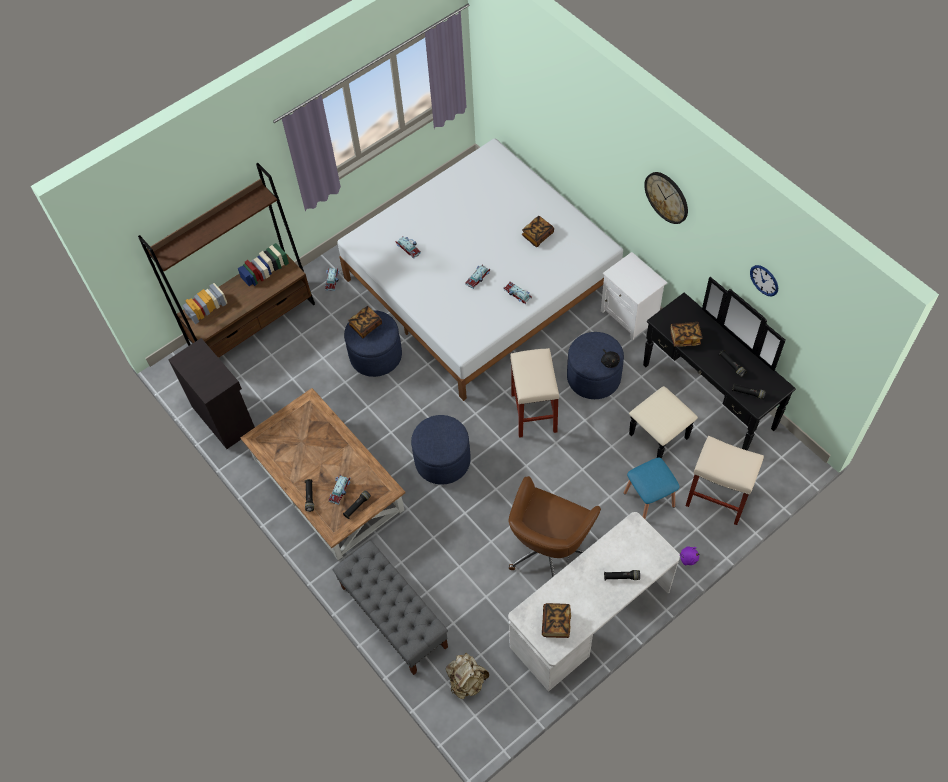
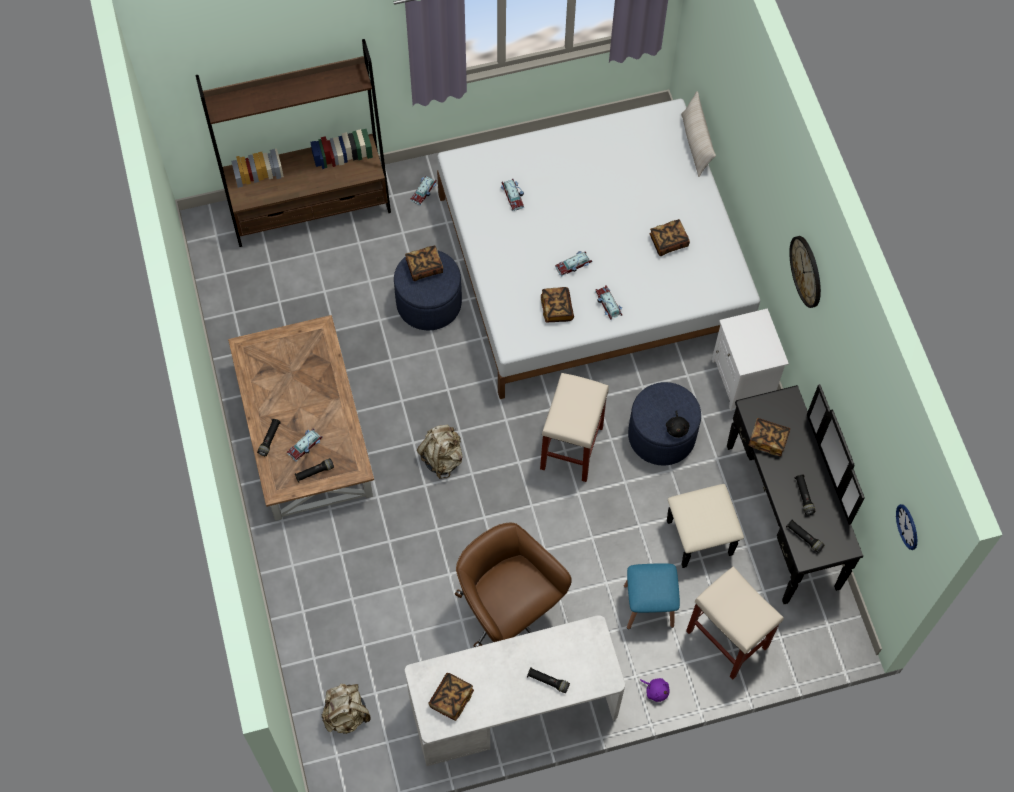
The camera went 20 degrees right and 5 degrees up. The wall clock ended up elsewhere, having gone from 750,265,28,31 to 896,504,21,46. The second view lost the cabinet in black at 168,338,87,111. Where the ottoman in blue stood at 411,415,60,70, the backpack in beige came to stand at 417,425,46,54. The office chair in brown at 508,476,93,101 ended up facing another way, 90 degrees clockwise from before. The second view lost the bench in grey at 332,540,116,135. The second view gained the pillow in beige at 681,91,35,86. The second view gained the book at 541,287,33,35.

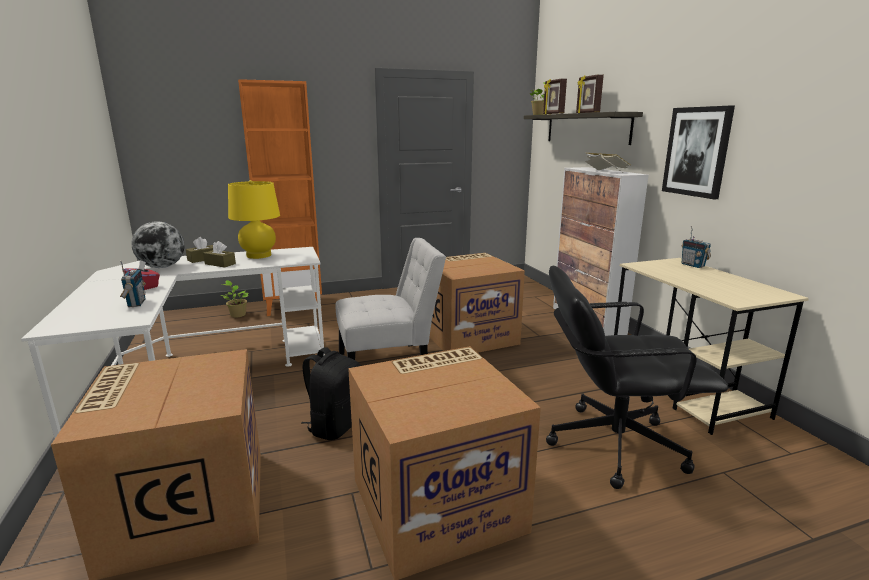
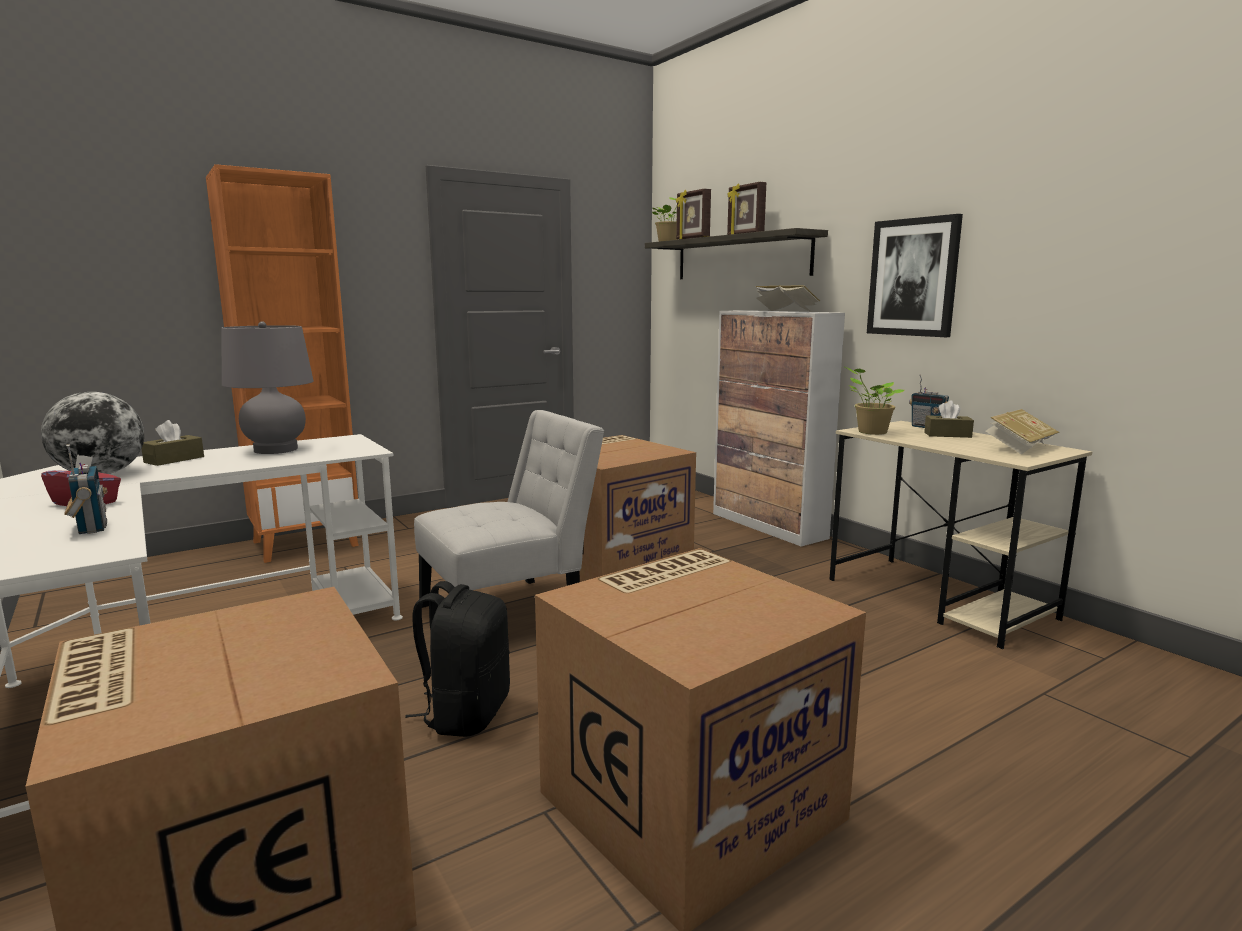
The camera went 15 degrees left and 5 degrees down. What was the table lamp in yellow at 228,180,52,79 turned into the table lamp in grey at 222,321,91,133. The tissue box in brown ended up elsewhere, having gone from 203,241,33,26 to 924,400,50,38. The second view lost the office chair in black at 546,265,182,224. The potted plant ended up elsewhere, having gone from 220,280,29,37 to 845,367,59,68. The second view gained the book at 986,409,73,45.

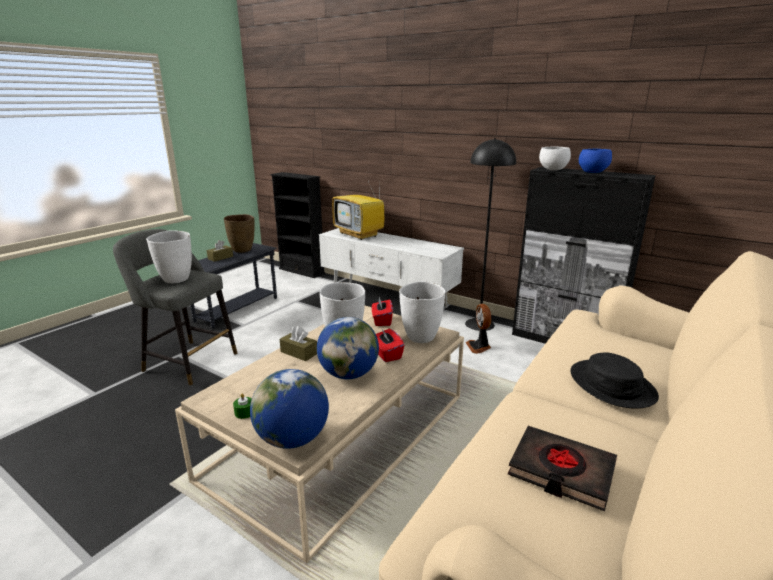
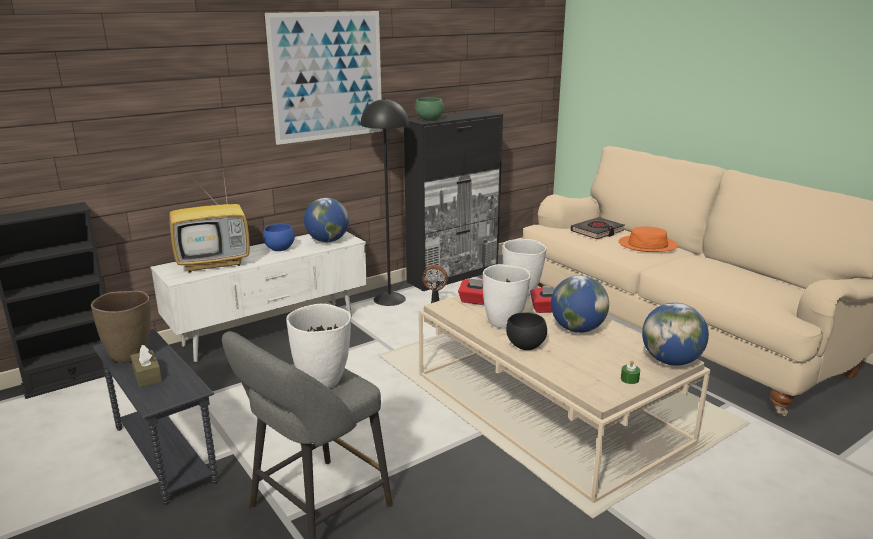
The camera went 70 degrees left and 0 degrees up. What was the bowl in white at 539,147,32,24 turned into the bowl in green at 415,97,29,24. The bowl in blue ended up elsewhere, having gone from 579,149,33,24 to 263,224,32,27. Where the tissue box in brown stood at 280,326,37,35, the bowl in black came to stand at 506,312,41,38. What was the hat in black at 570,353,89,56 turned into the hat in orange at 619,226,59,26. The book in black ended up elsewhere, having gone from 508,426,109,85 to 570,217,55,22. The second view gained the picture at 265,11,117,134. The second view gained the globe at 304,198,45,44.

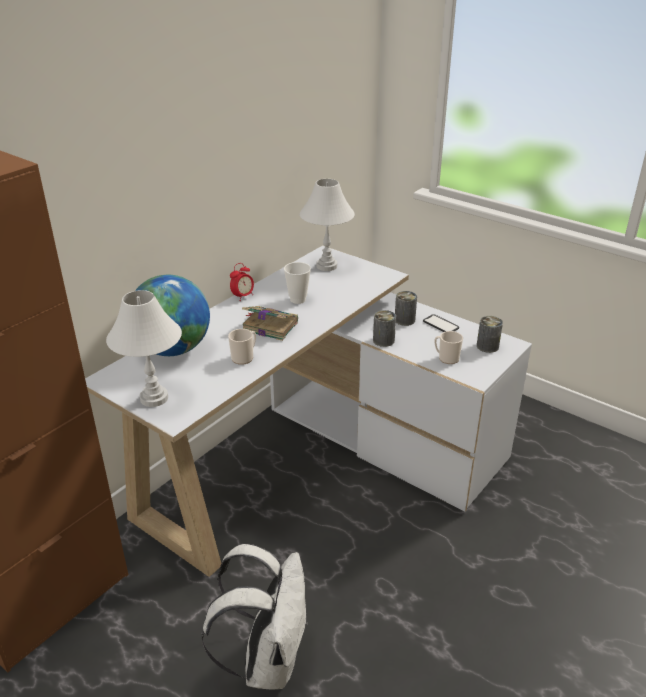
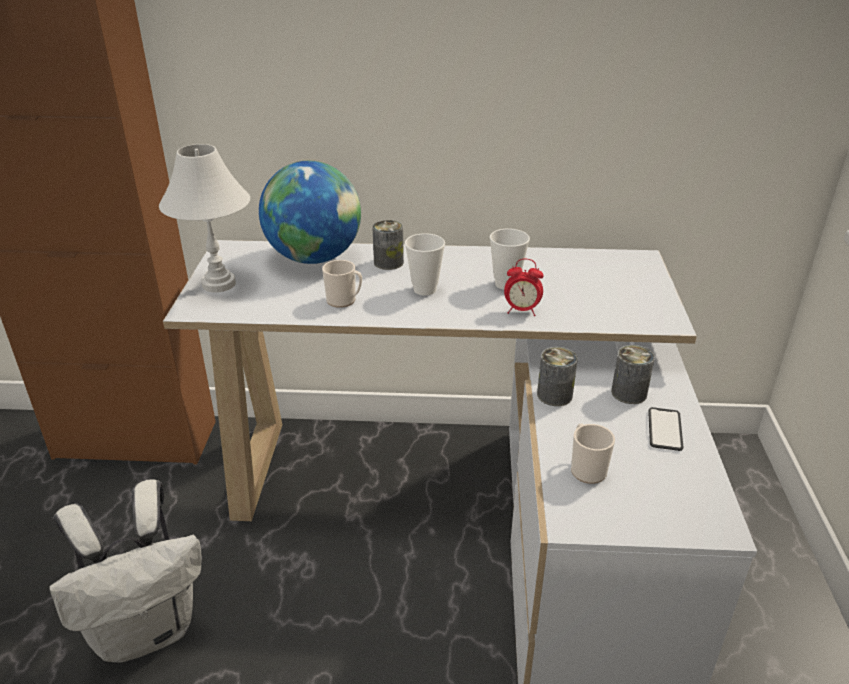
The camera went 55 degrees right and 0 degrees up. The second view lost the table lamp in white at 300,179,55,92. The alarm clock ended up elsewhere, having gone from 230,263,24,38 to 504,259,40,57. Where the book stood at 242,306,56,35, the cup came to stand at 405,233,40,63. The can ended up elsewhere, having gone from 477,316,26,37 to 372,220,32,50.

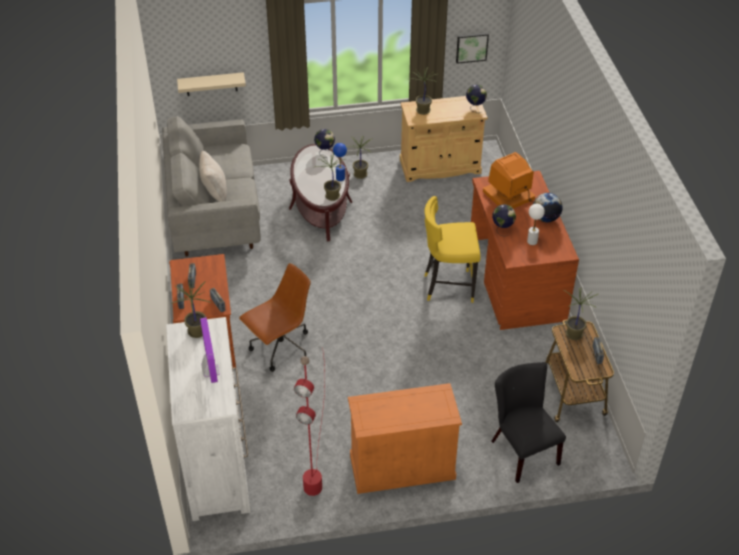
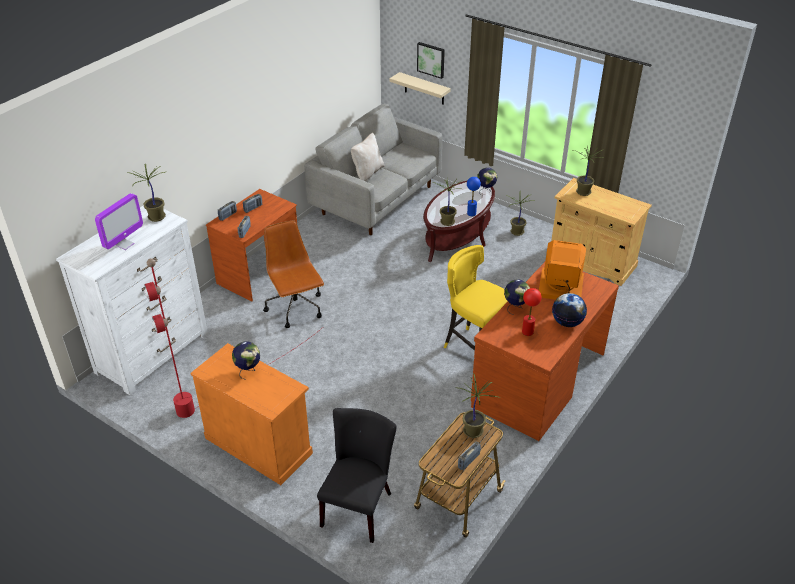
The camera went 45 degrees right and 5 degrees down. The picture ended up elsewhere, having gone from 456,32,33,32 to 417,42,28,37. The globe ended up elsewhere, having gone from 466,84,21,29 to 232,341,28,39. What was the table lamp in white at 527,204,18,41 turned into the table lamp in red at 522,288,19,48. The office chair in brown at 239,263,72,109 ended up facing another way, 120 degrees counterclockwise from before.

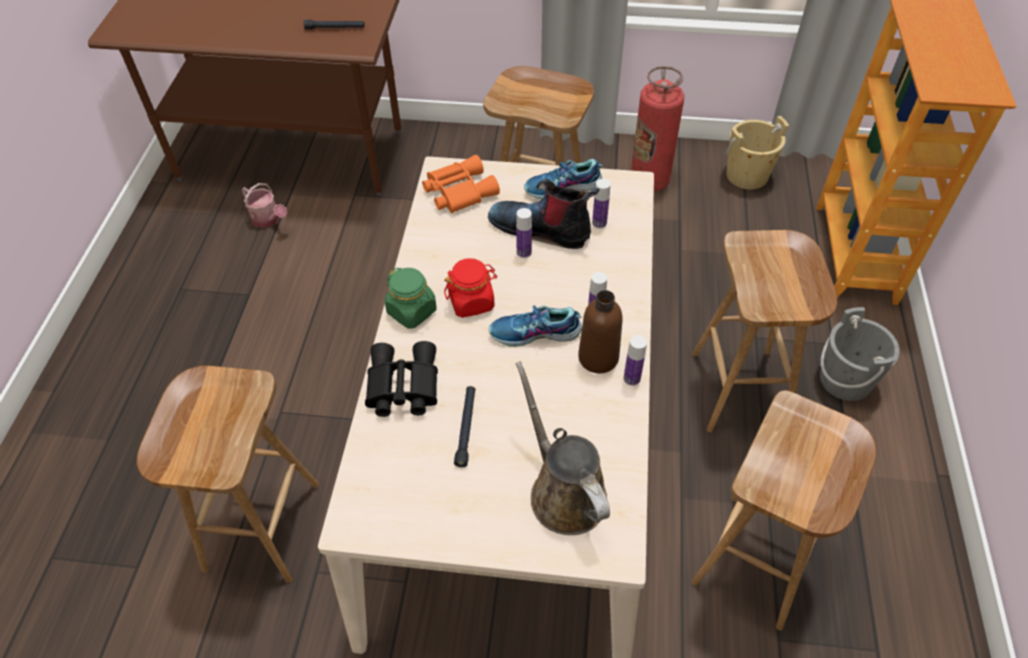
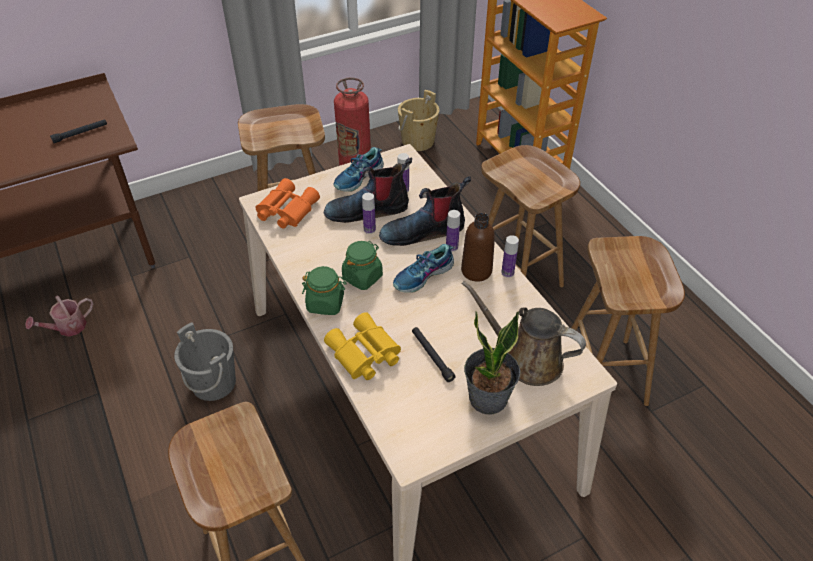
The camera went 35 degrees left and 5 degrees down. The watering can at 242,183,45,45 ended up facing another way, 135 degrees clockwise from before. What was the jar in red at 444,258,53,60 turned into the jar in green at 342,241,41,49. The bucket in grey ended up elsewhere, having gone from 820,307,80,94 to 174,322,62,79. What was the binoculars in black at 365,341,73,76 turned into the binoculars in yellow at 324,312,77,68. The second view gained the boot at 379,176,92,70. The second view gained the potted plant at 464,311,56,103.

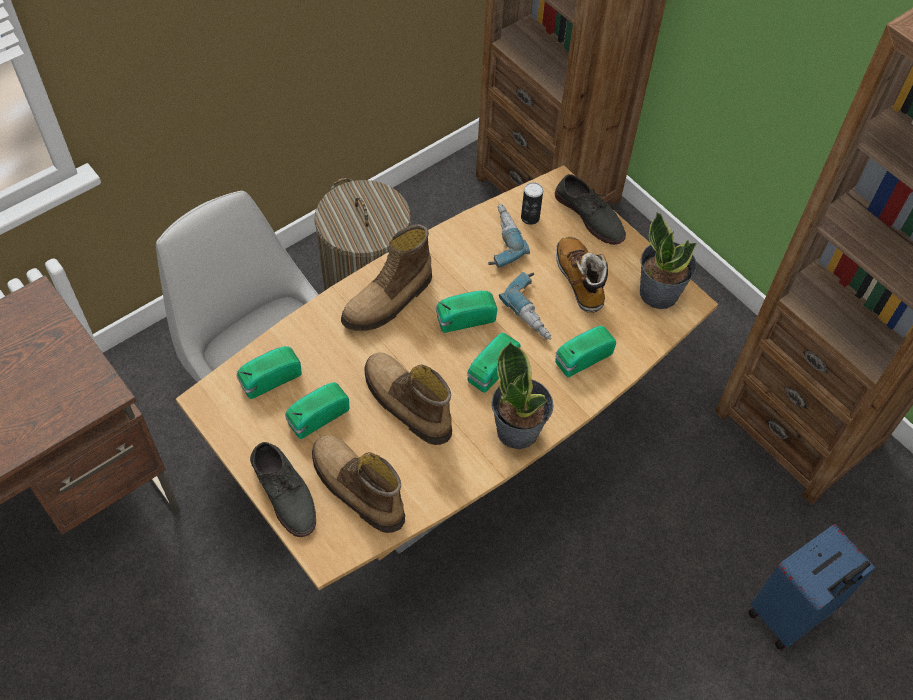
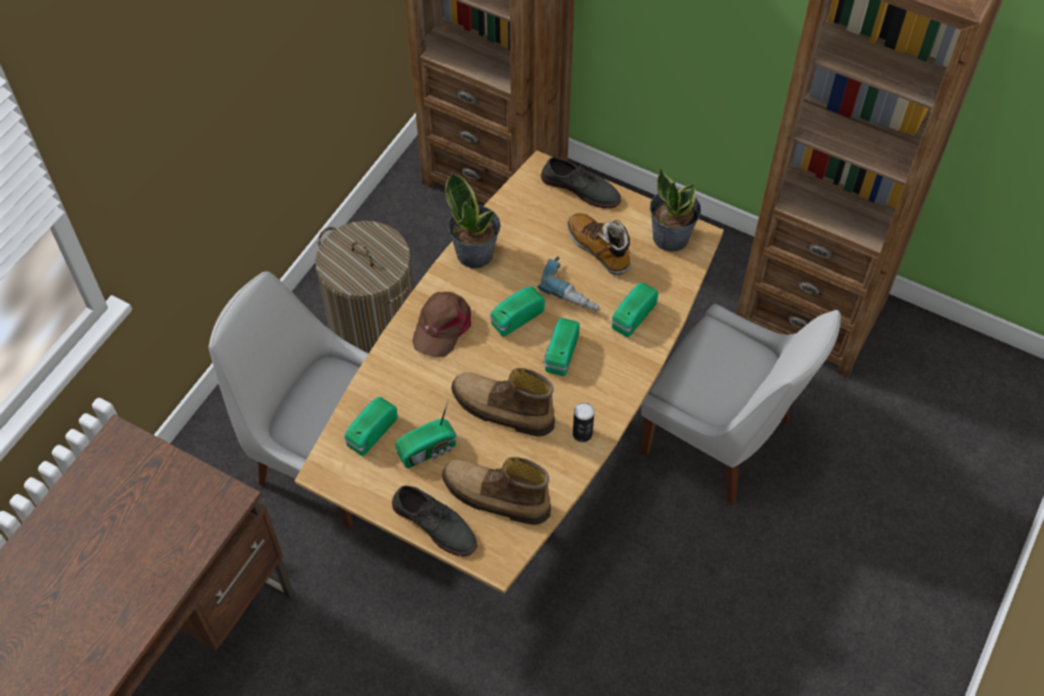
The camera went 20 degrees left and 0 degrees up. The can ended up elsewhere, having gone from 521,182,22,43 to 573,403,21,39. The second view lost the power drill at 488,204,42,64. Where the boot stood at 341,224,91,107, the cap in brown came to stand at 412,292,59,66. The potted plant ended up elsewhere, having gone from 491,342,63,107 to 445,173,56,96. The radio at 285,382,64,57 ended up facing another way, 150 degrees counterclockwise from before. The second view lost the suitcase in blue at 748,524,128,126. The second view gained the chair in white at 641,304,200,201.

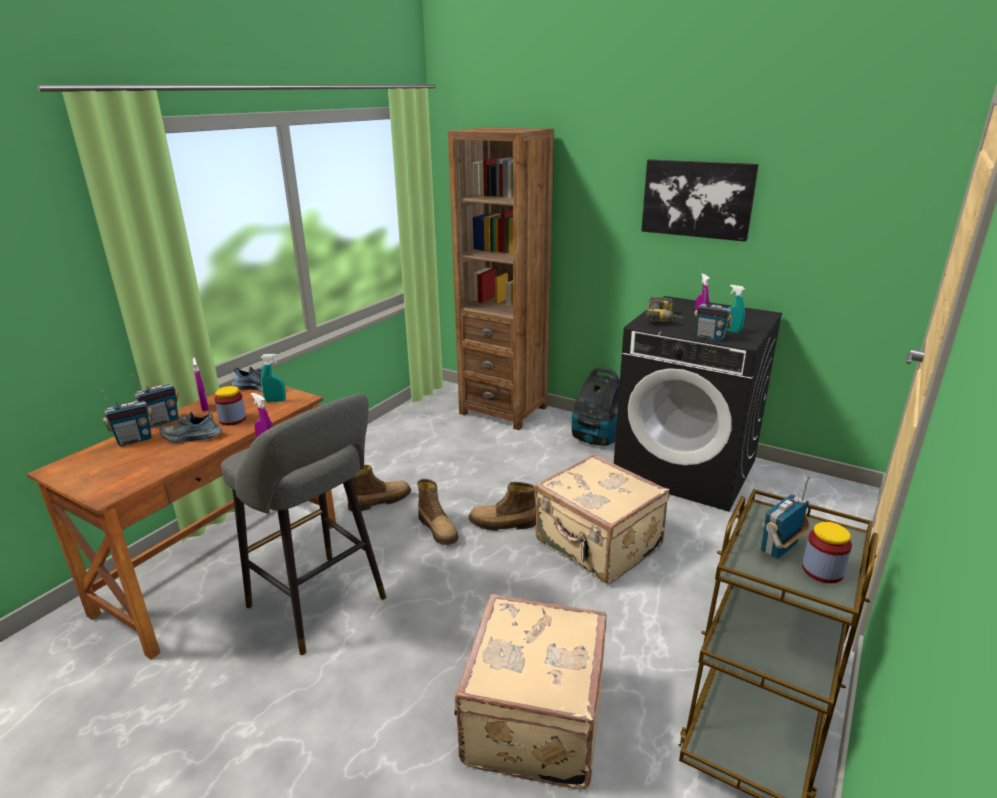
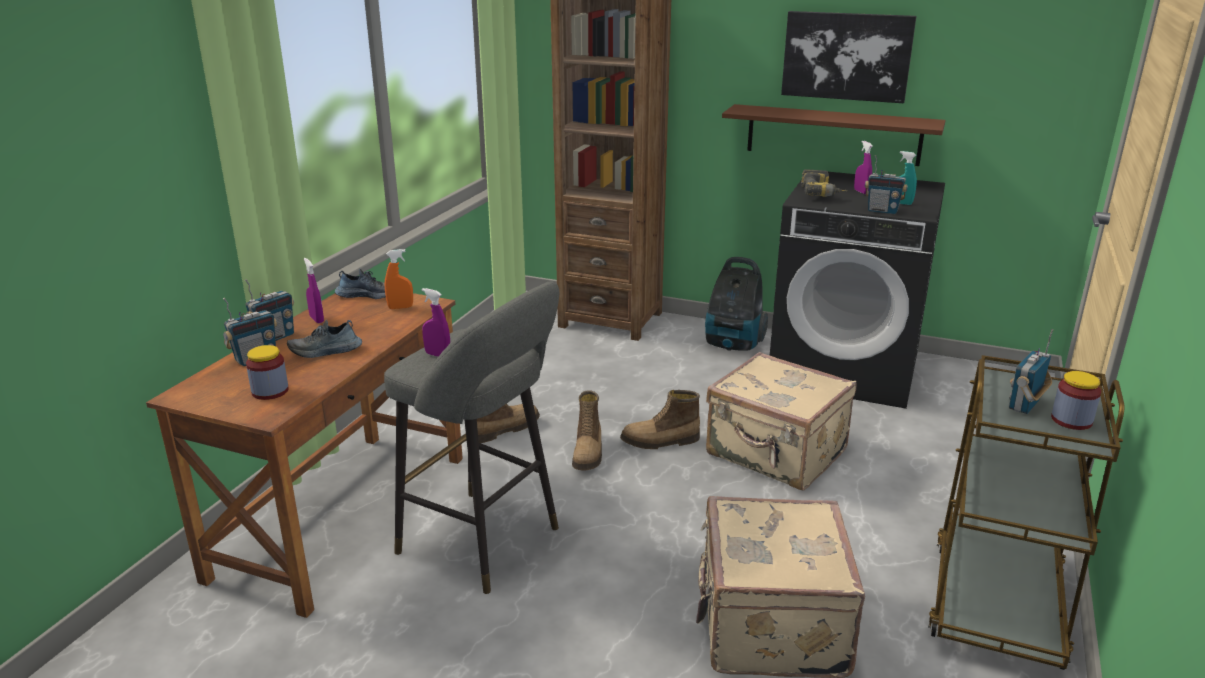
The camera went 10 degrees left and 0 degrees up. What was the spray bottle in turquoise at 260,354,26,48 turned into the spray bottle in orange at 385,249,28,60. The jar ended up elsewhere, having gone from 215,386,31,39 to 246,345,43,55. The boot at 417,479,41,66 ended up facing another way, 45 degrees clockwise from before. The second view gained the shelf in brown at 722,104,224,62.

